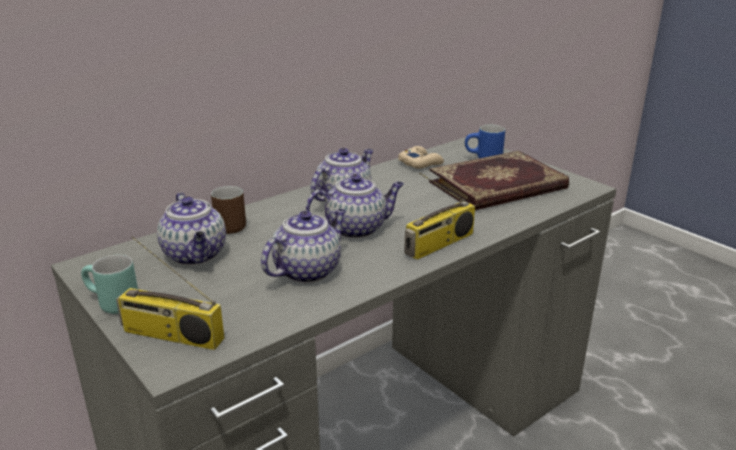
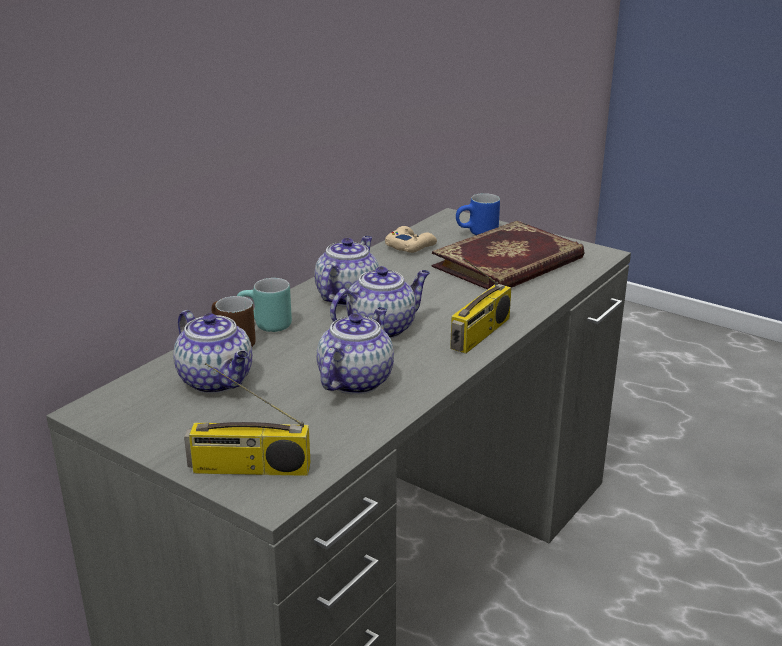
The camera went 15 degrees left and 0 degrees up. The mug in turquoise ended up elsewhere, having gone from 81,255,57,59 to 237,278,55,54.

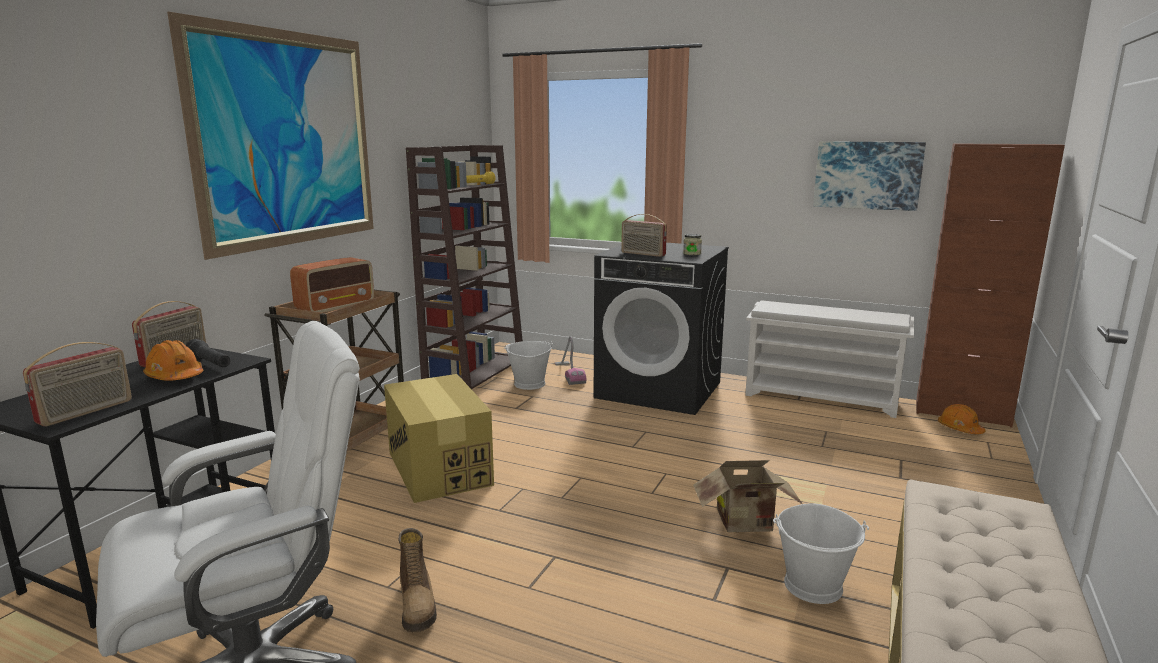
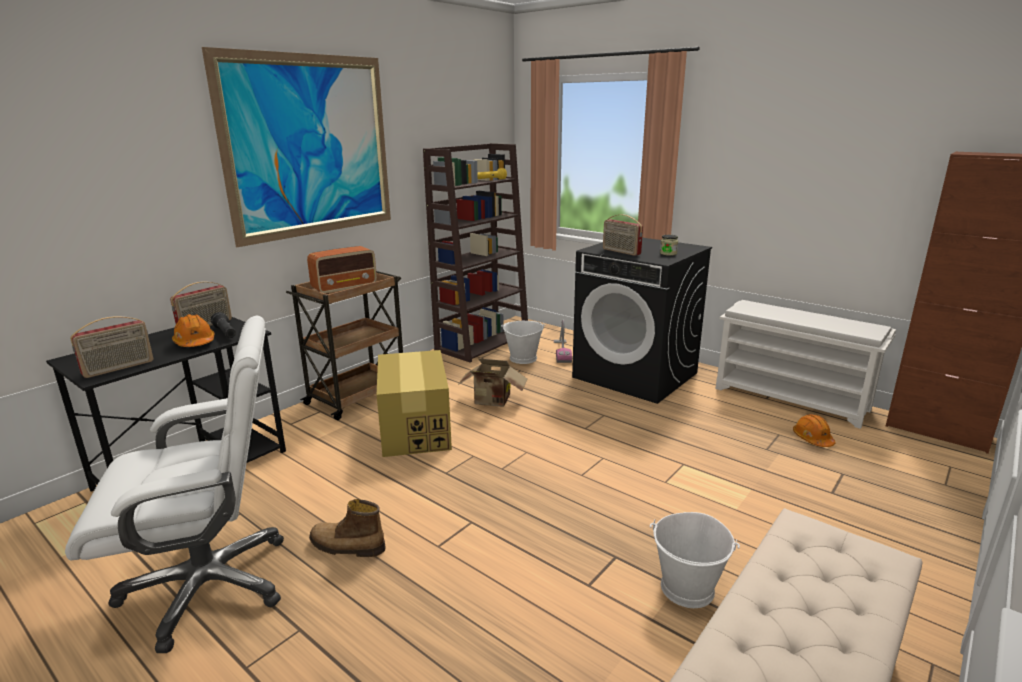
The camera went 15 degrees right and 5 degrees up. The second view lost the picture at 813,141,113,70. The hard hat in orange ended up elsewhere, having gone from 938,404,47,30 to 793,414,42,33. The cardboard box ended up elsewhere, having gone from 693,460,109,72 to 457,359,70,48. The boot at 398,528,39,104 ended up facing another way, 105 degrees clockwise from before.

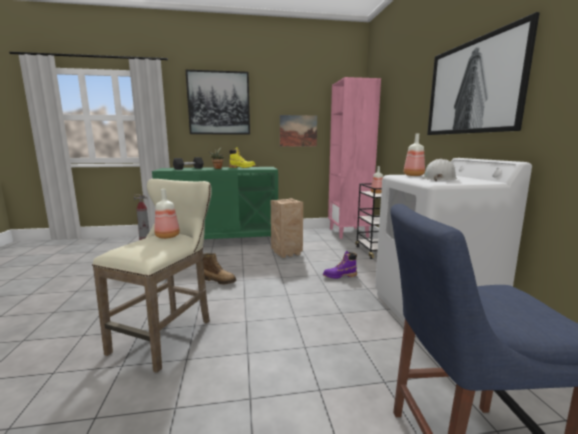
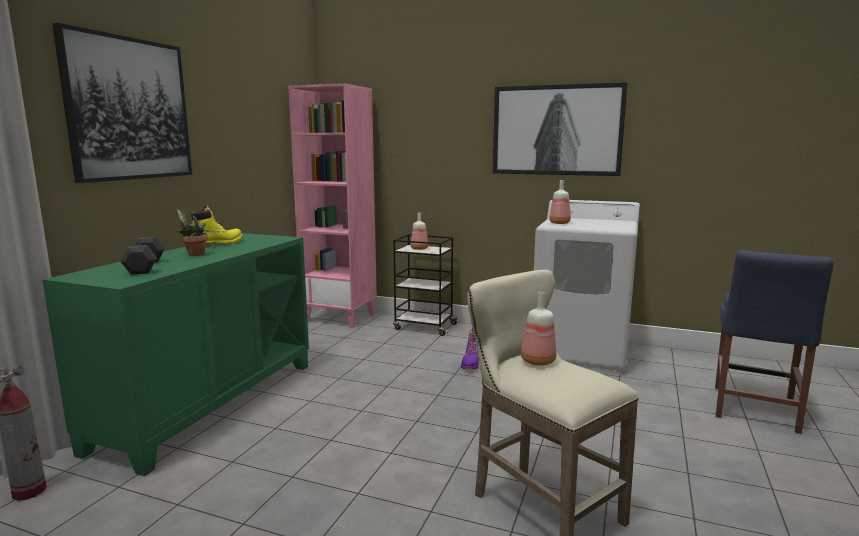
The camera went 60 degrees left and 0 degrees up. The second view lost the picture at 280,115,37,32. The second view lost the hard hat in white at 423,159,34,22. The second view lost the crate at 271,198,32,60. The second view lost the boot at 203,253,33,31.

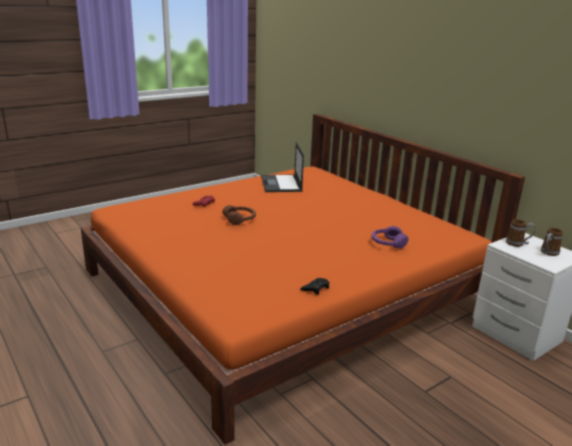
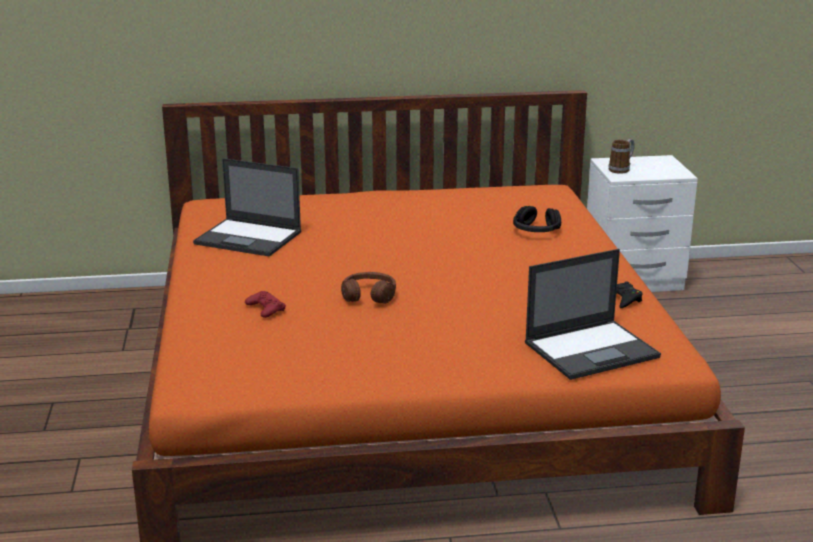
The camera went 60 degrees left and 0 degrees up. What was the headphones in purple at 371,226,38,23 turned into the headphones in black at 513,206,48,26. The second view lost the mug at 541,227,22,29. The second view gained the laptop at 525,249,136,131.

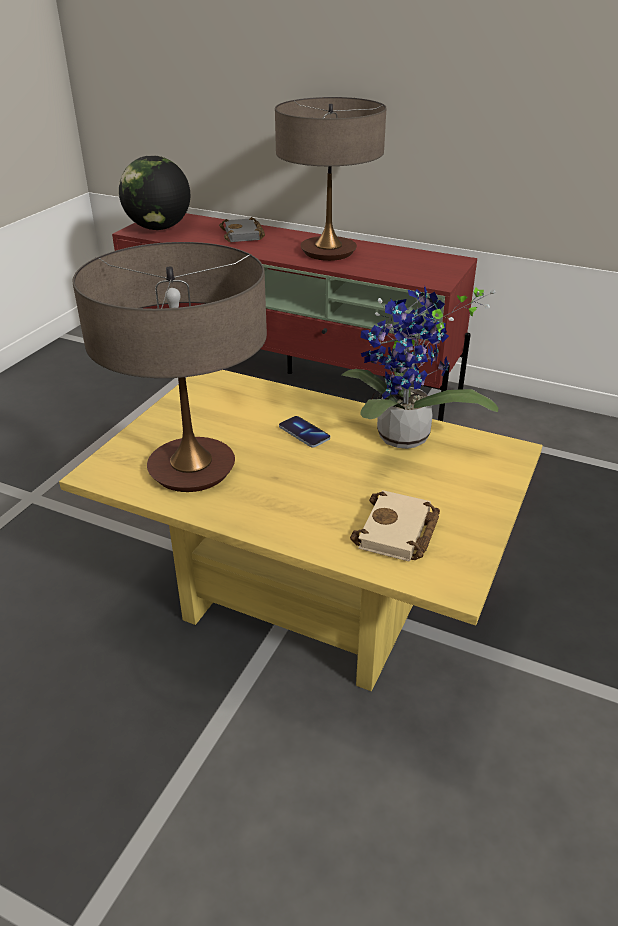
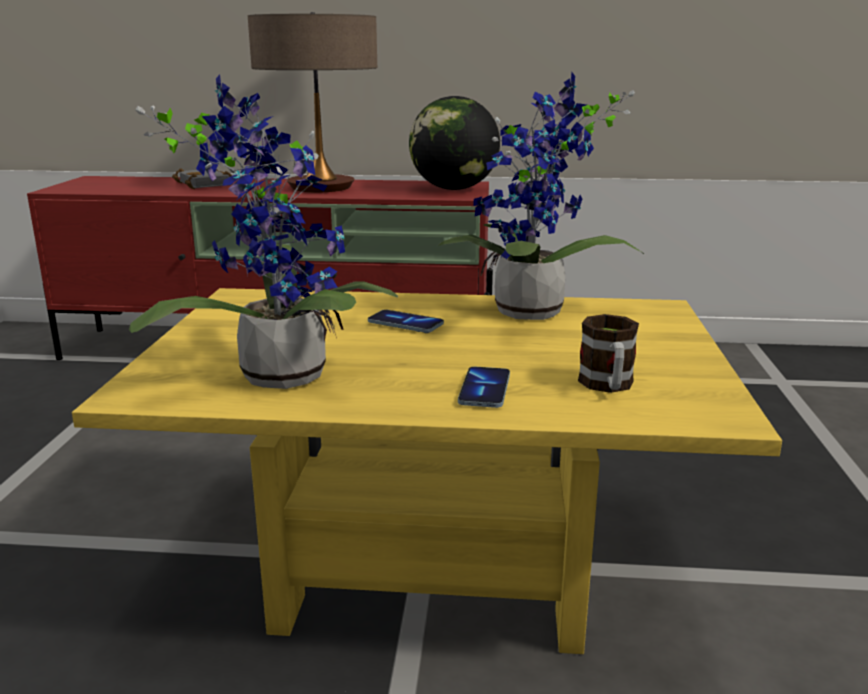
The camera went 20 degrees left and 15 degrees down. The globe ended up elsewhere, having gone from 119,155,71,75 to 409,96,91,94. Where the table lamp stood at 72,242,195,250, the potted plant came to stand at 129,75,269,314. Where the book in beige stood at 350,490,90,72, the mug came to stand at 578,314,61,79. The second view gained the phone at 458,367,52,41.

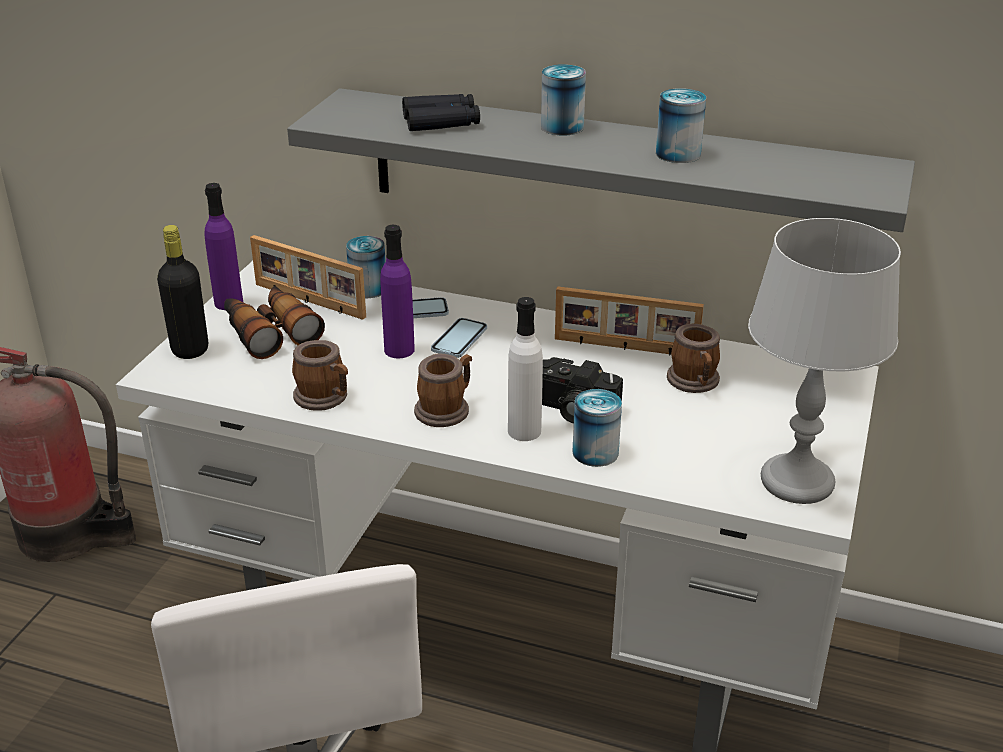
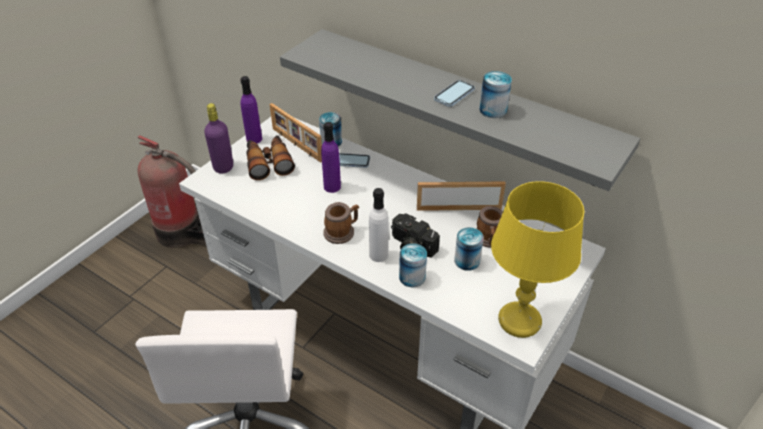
The camera went 15 degrees right and 10 degrees up. The can ended up elsewhere, having gone from 541,64,45,72 to 454,227,30,44. The second view lost the binoculars in black at 402,94,78,37. What was the table lamp in grey at 748,218,153,286 turned into the table lamp in yellow at 491,181,93,157. What was the bottle in black at 157,225,51,134 turned into the bottle in purple at 204,103,29,71. The picture frame at 555,286,149,70 ended up facing another way, 150 degrees clockwise from before. The phone ended up elsewhere, having gone from 431,318,56,40 to 434,80,41,27. The second view lost the mug at 292,340,56,71.

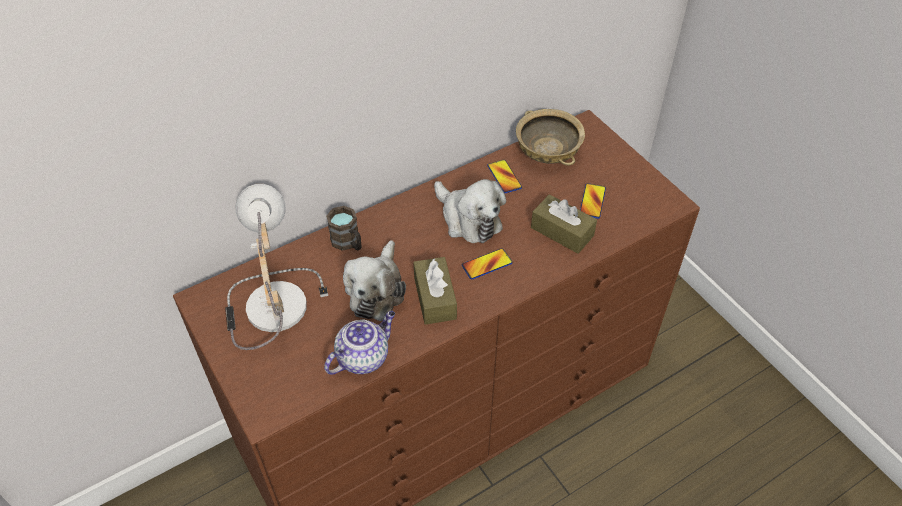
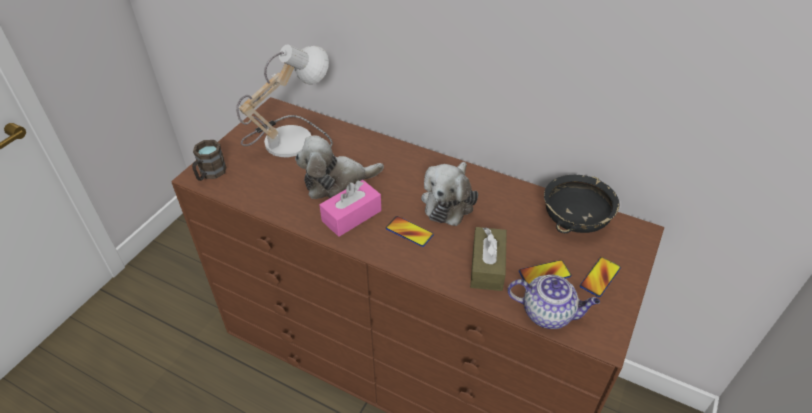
The camera went 60 degrees right and 5 degrees down. What was the bowl in beige at 516,109,69,57 turned into the bowl in black at 544,175,75,58. The phone ended up elsewhere, having gone from 487,160,35,33 to 580,257,41,40. The mug in brown ended up elsewhere, having gone from 326,206,35,45 to 192,140,34,41. What was the tissue box in brown at 413,257,44,68 turned into the tissue box in pink at 319,180,62,57. The teapot ended up elsewhere, having gone from 324,311,71,64 to 508,275,92,54.

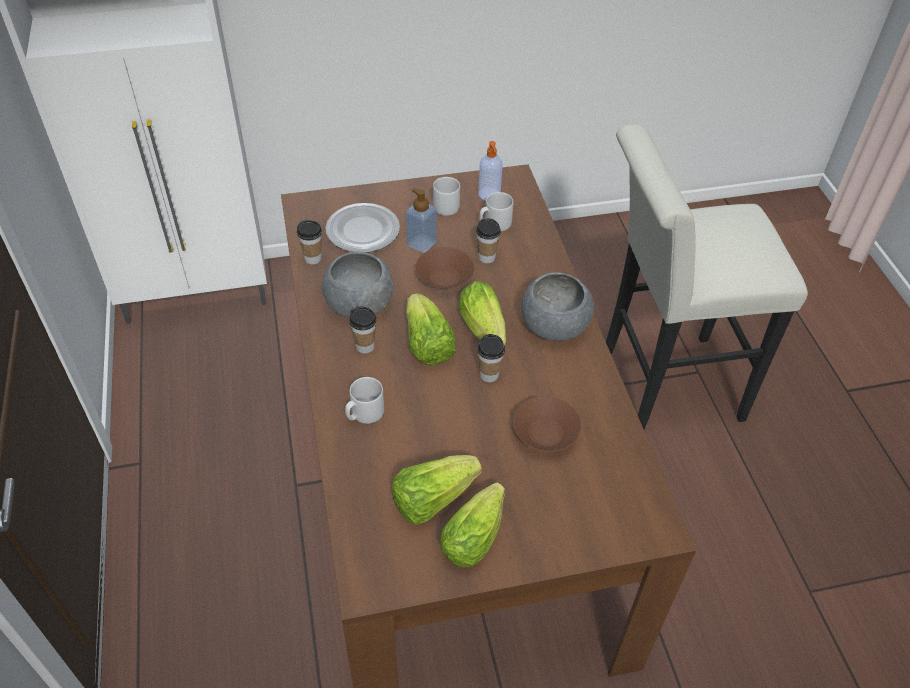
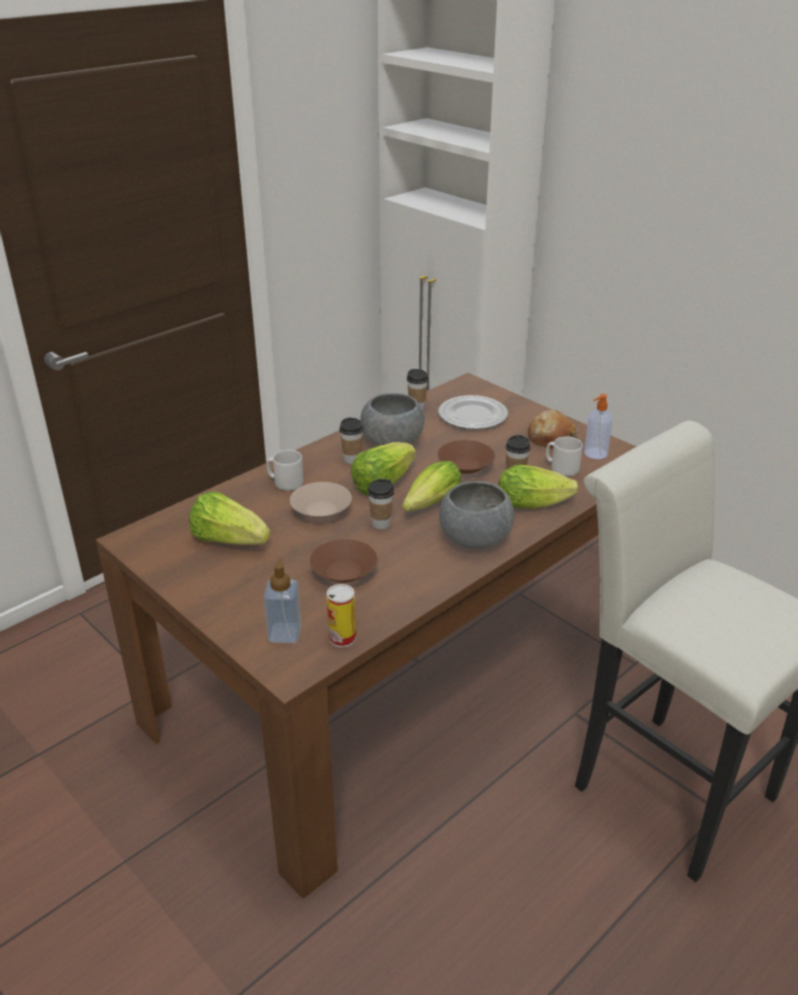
The camera went 60 degrees right and 15 degrees down. Where the mug in grey stood at 433,177,27,39, the bread came to stand at 528,410,50,39. The soap dispenser ended up elsewhere, having gone from 406,188,31,65 to 264,558,37,85. The lettuce ended up elsewhere, having gone from 440,483,65,84 to 499,465,79,44. The second view gained the bowl in beige at 290,482,62,38. The second view gained the can at 326,584,30,64.

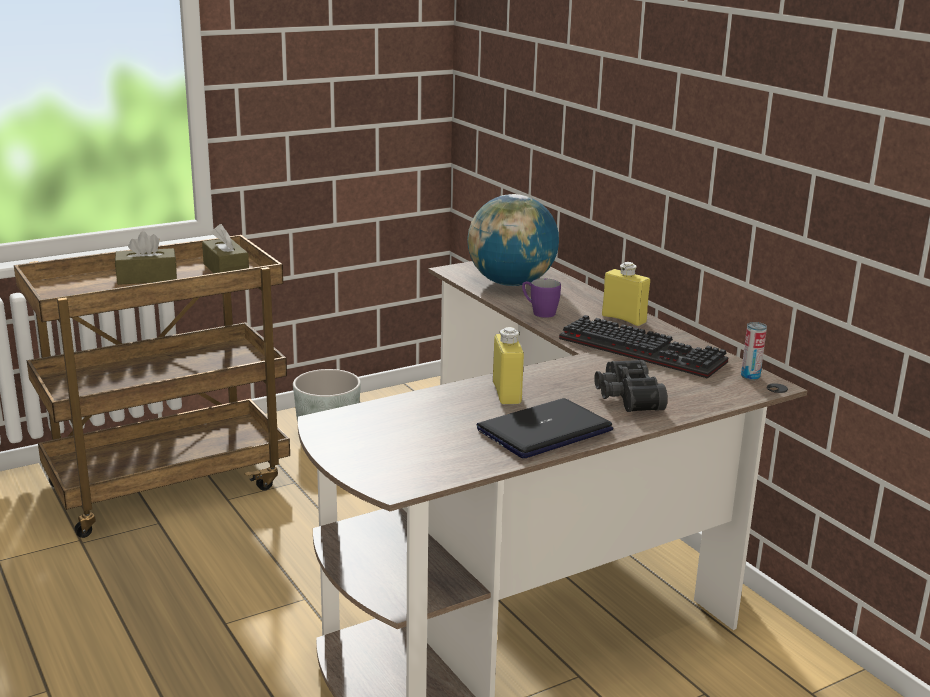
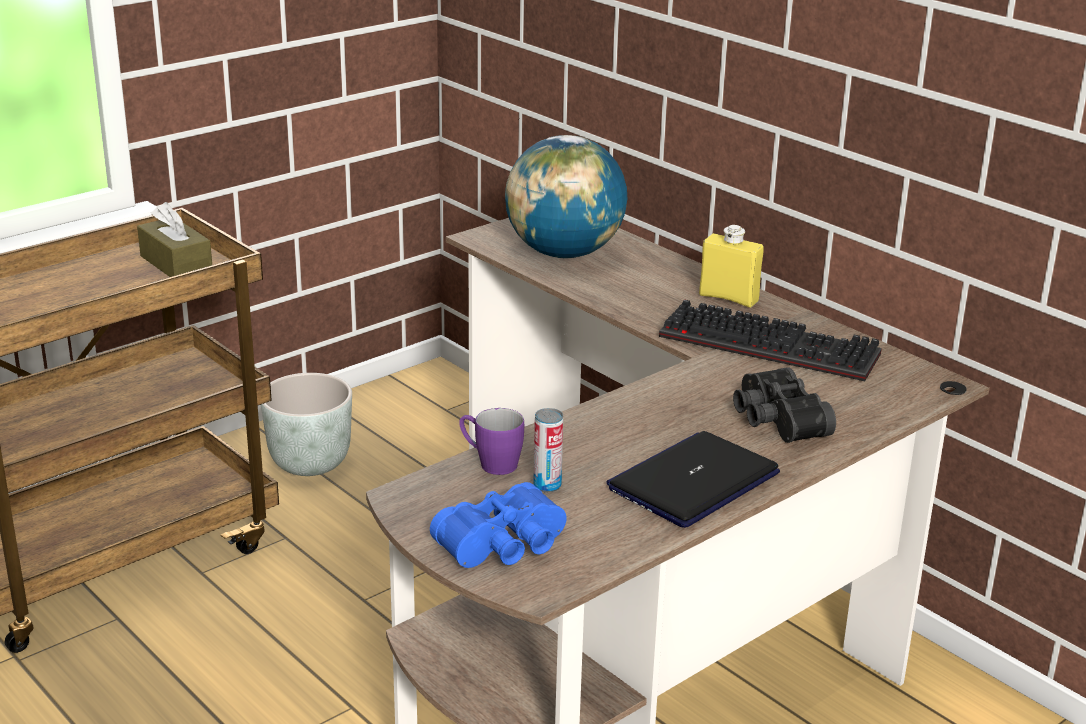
The camera went 10 degrees left and 5 degrees up. The second view lost the tissue box in brown at 115,231,62,54. The mug in purple ended up elsewhere, having gone from 522,279,39,39 to 459,408,65,67. The can ended up elsewhere, having gone from 741,322,26,58 to 533,408,30,84. The second view lost the bottle in yellow at 493,327,31,77. The second view gained the binoculars in blue at 430,482,137,86.

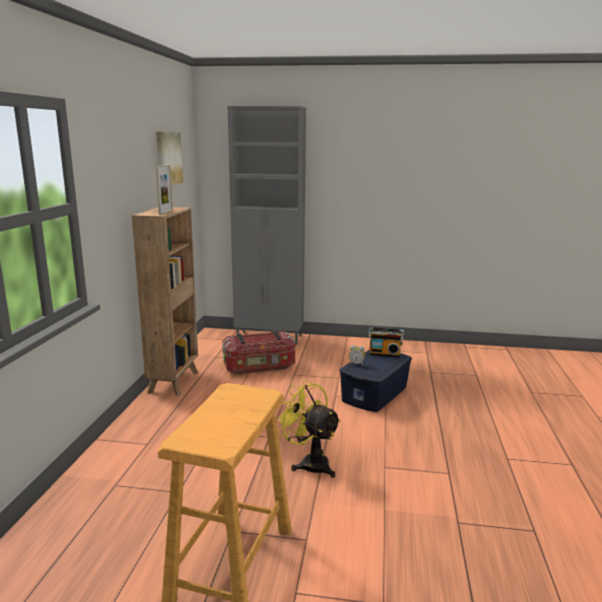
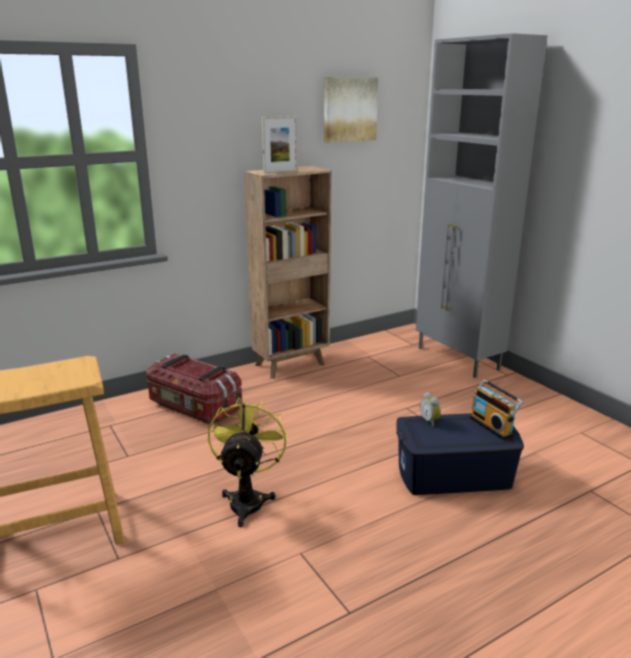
The camera went 50 degrees right and 5 degrees up. The storage box ended up elsewhere, having gone from 222,330,73,45 to 147,353,95,71.

